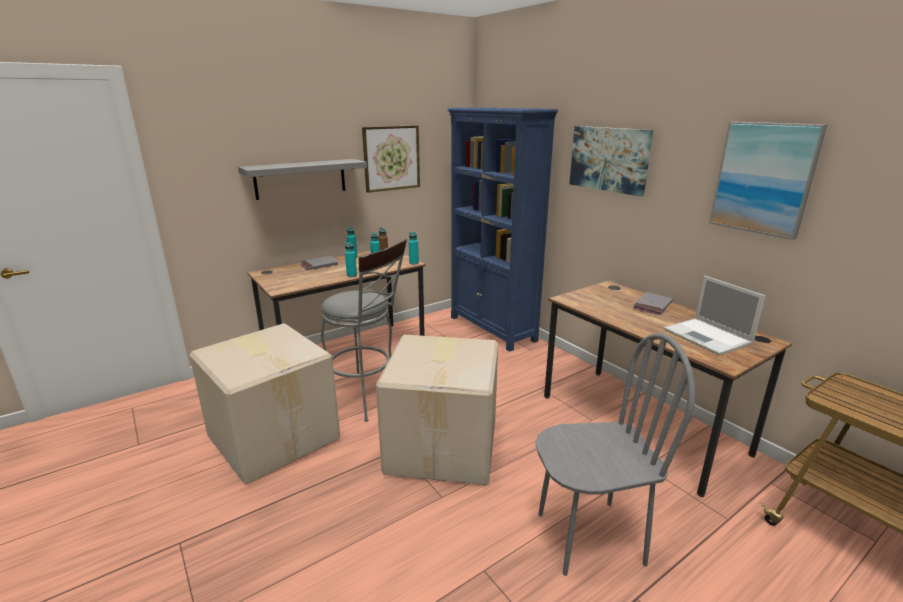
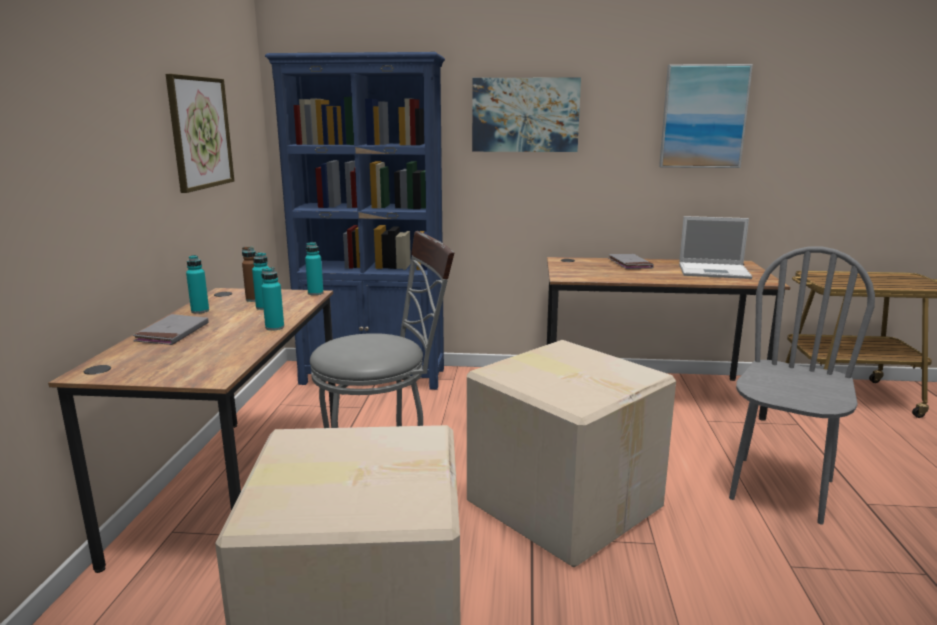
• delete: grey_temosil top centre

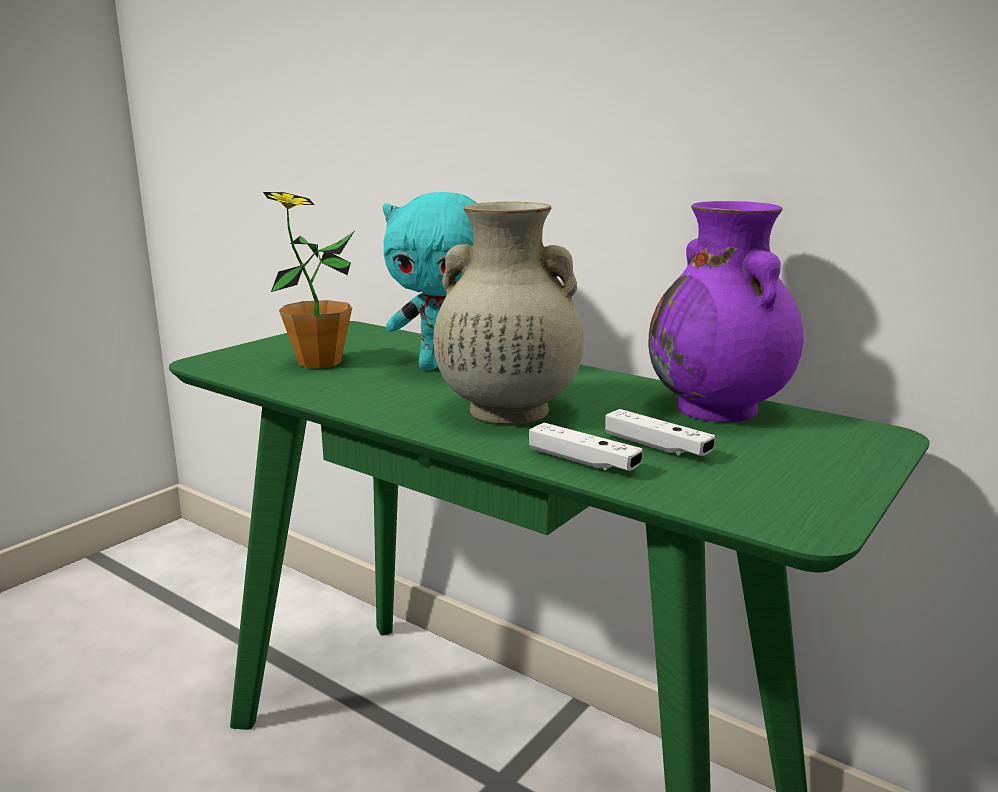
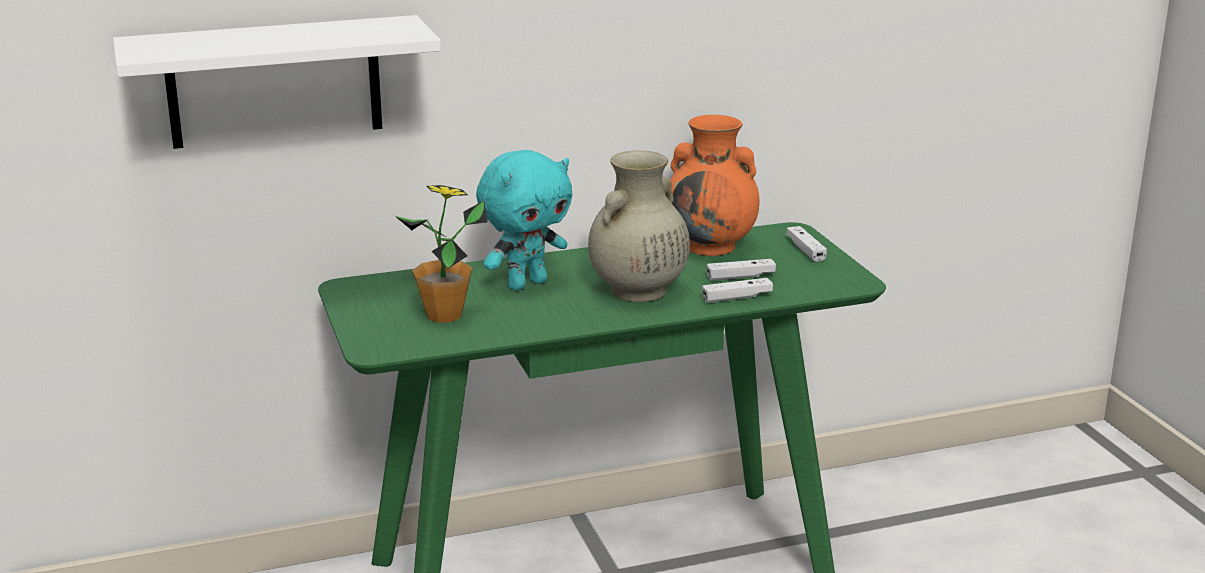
• insert: white_temosil top left
• recolor: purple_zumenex middle right to orange_zumenex top centre
• insert: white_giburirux (3rd from left) middle right

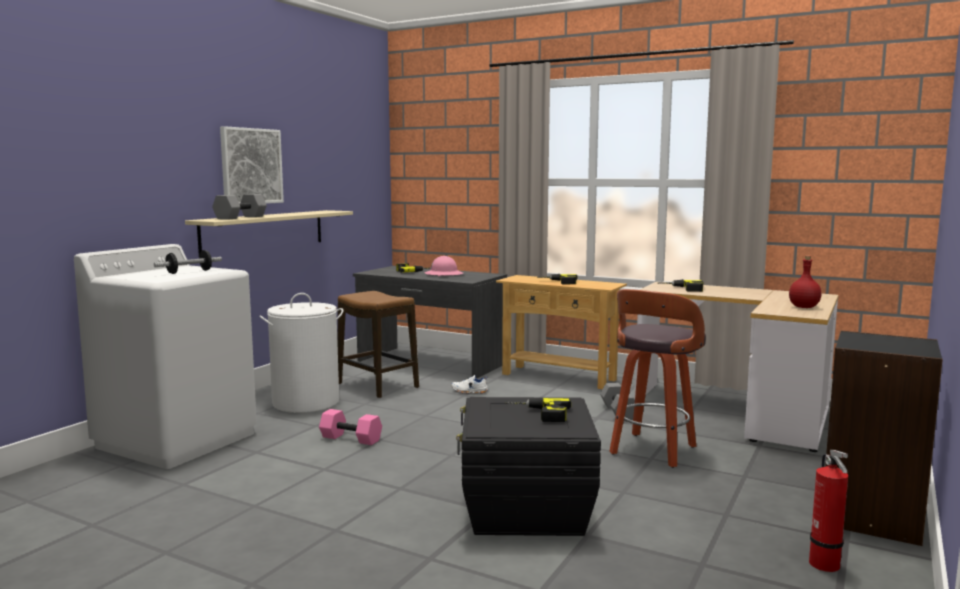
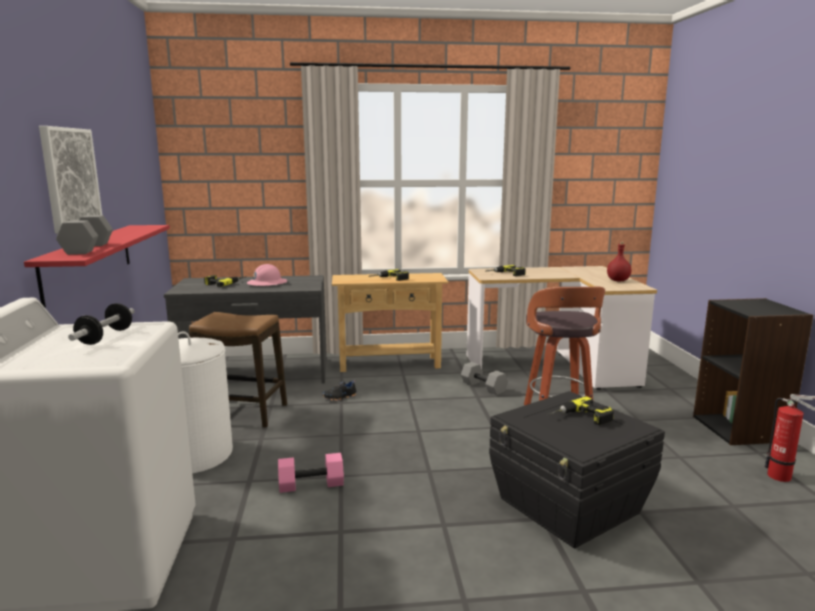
• recolor: beige_temosil middle left to red_temosil middle left
• recolor: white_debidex centre to black_debidex centre

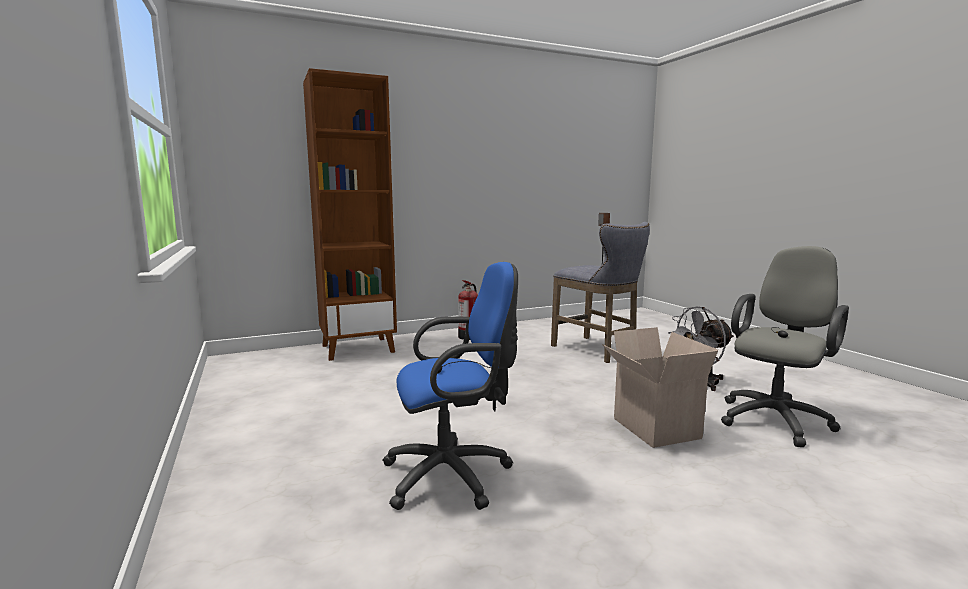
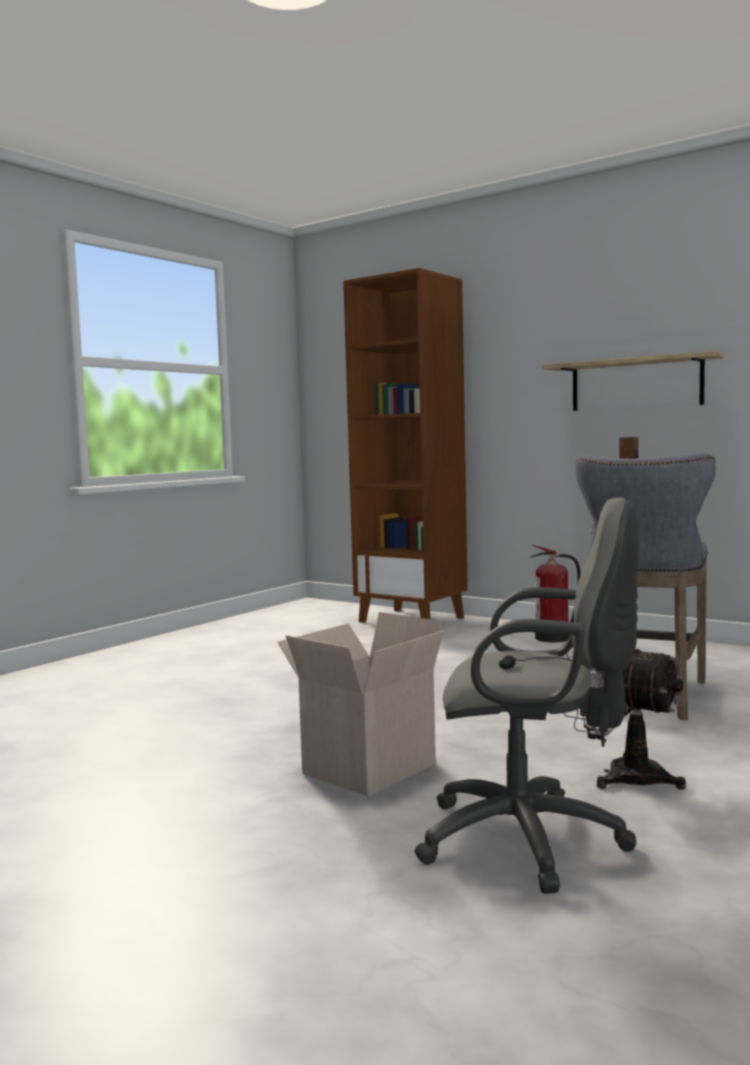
• insert: temosil middle right
• delete: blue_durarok centre

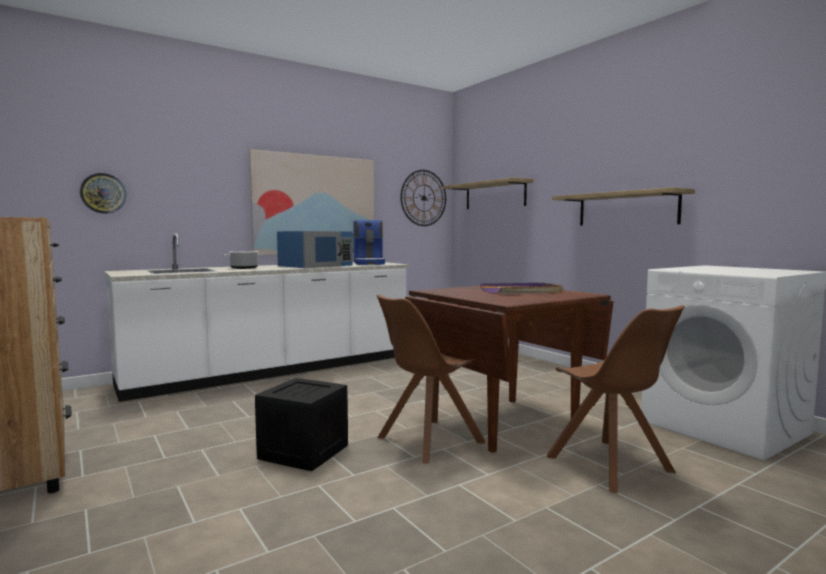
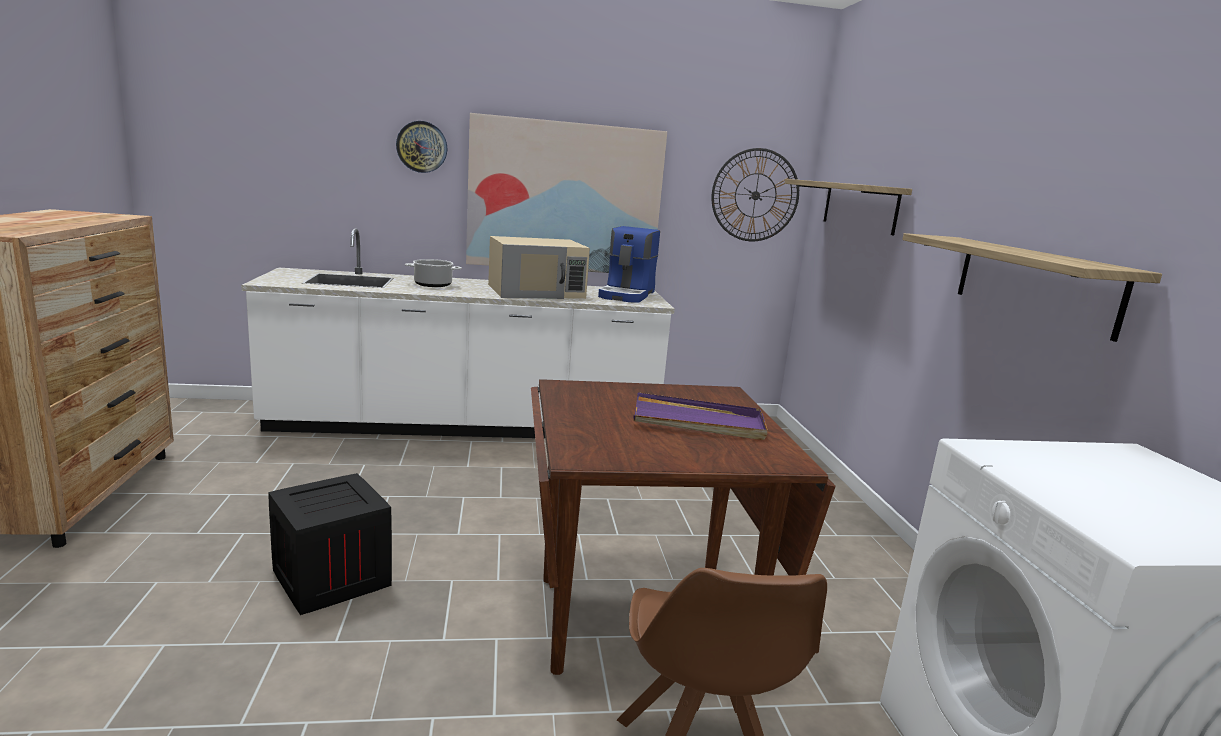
• move: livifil (1st from left) middle left to top centre
• recolor: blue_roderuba centre to beige_roderuba centre
• delete: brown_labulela (1st from left) centre

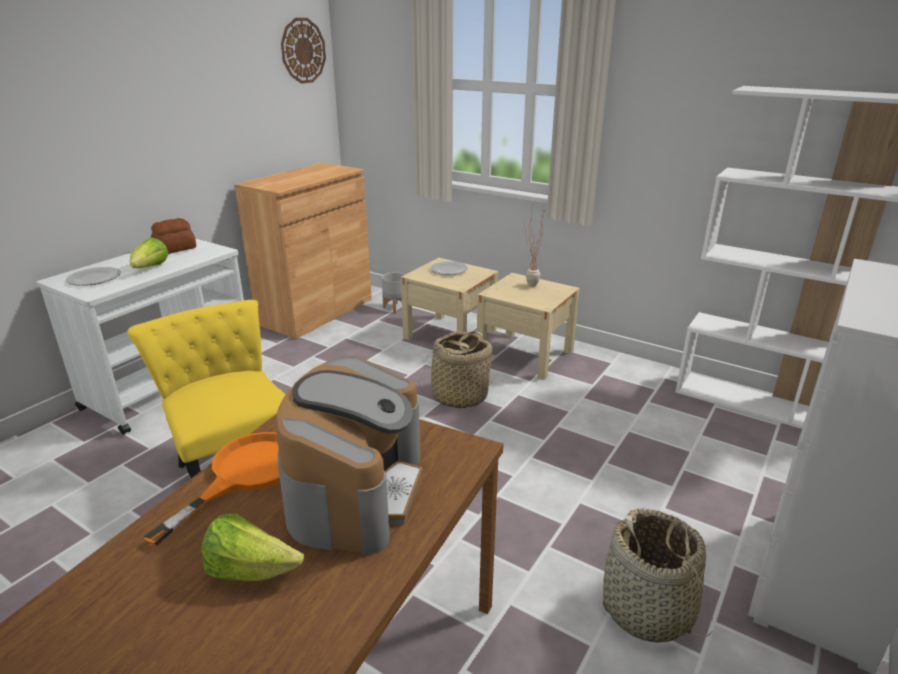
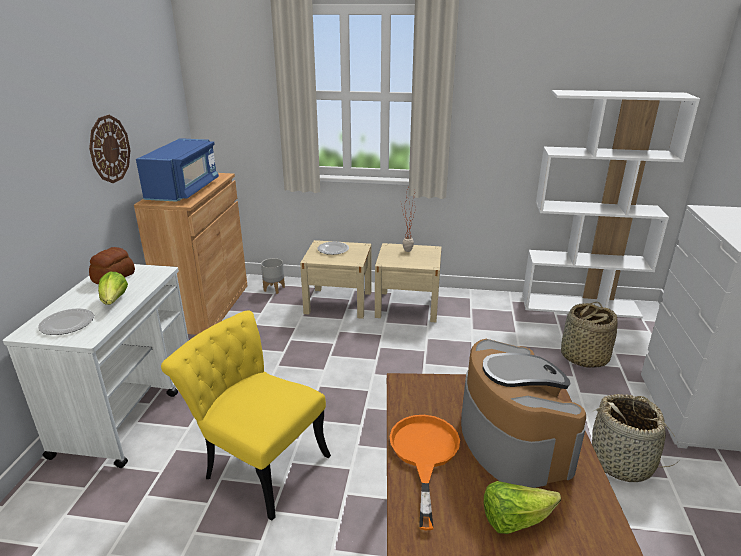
• move: livifil top centre to top left
• insert: blue_roderuba top left
• move: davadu (1st from left) centre to middle right

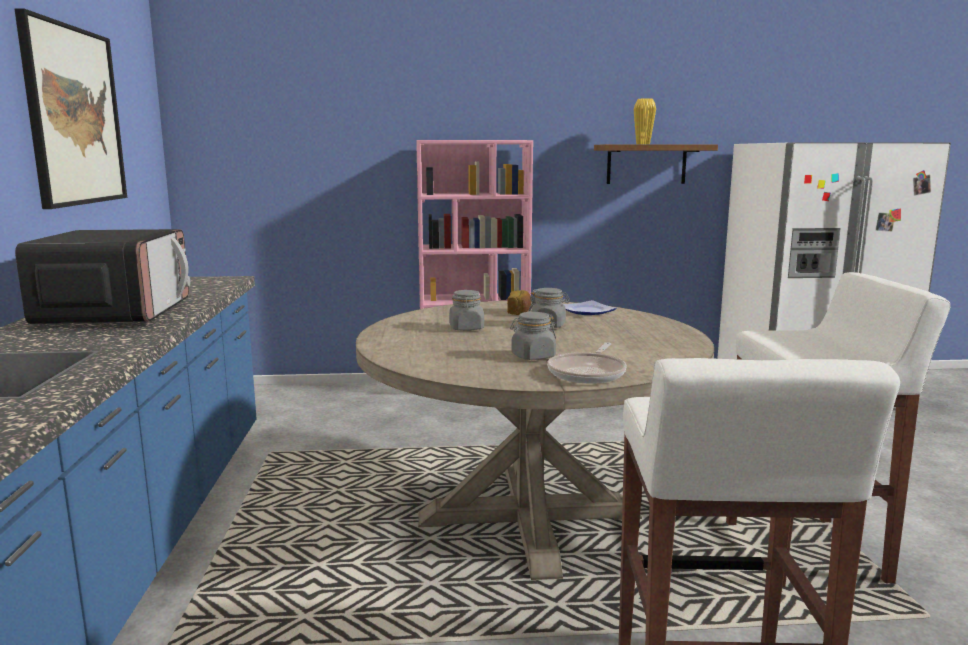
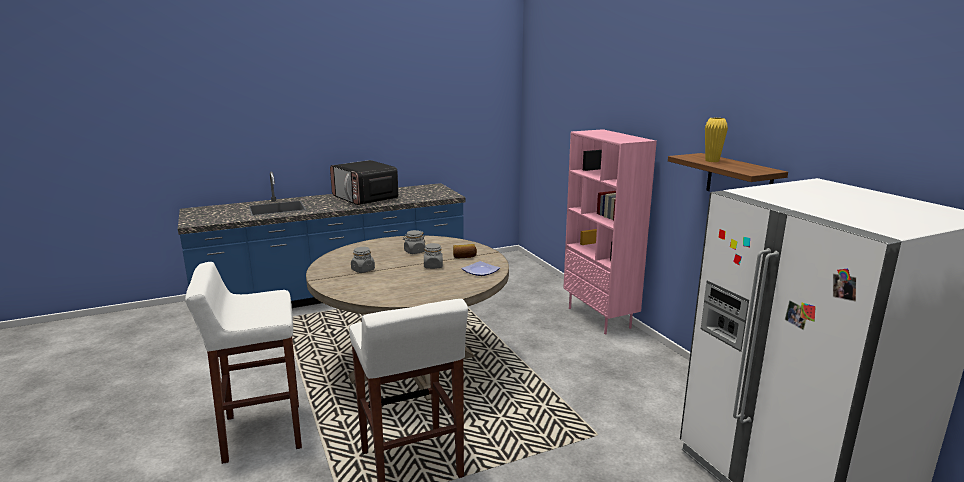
• rotate: roderuba middle left = centre 75 degrees clockwise
• delete: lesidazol top left
• delete: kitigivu centre

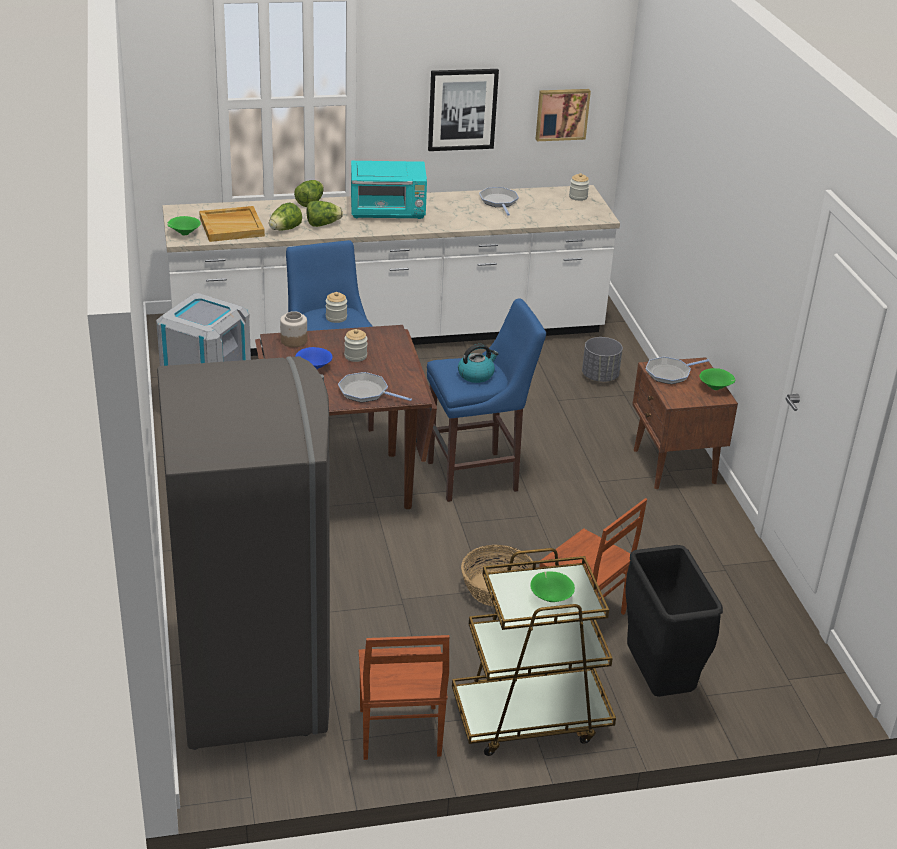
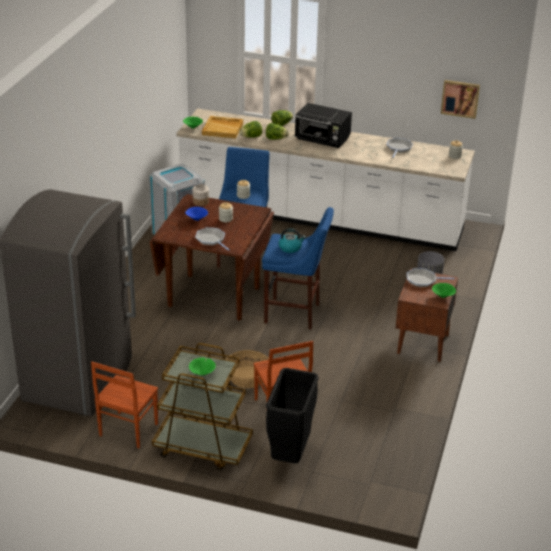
• recolor: turquoise_roderuba top centre to black_roderuba top centre
• delete: lesidazol (1st from left) top centre

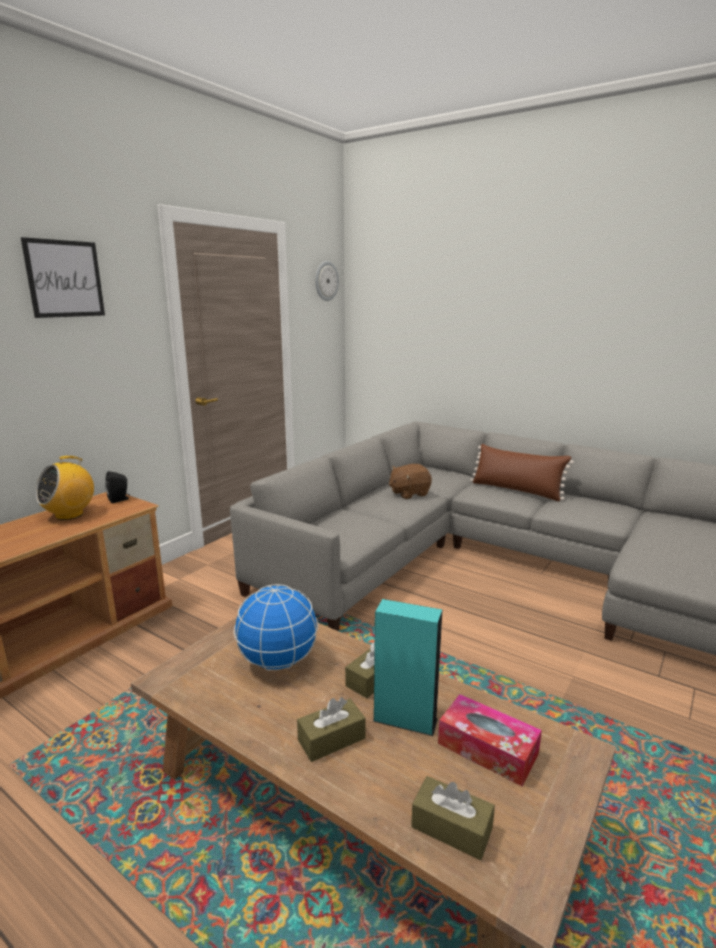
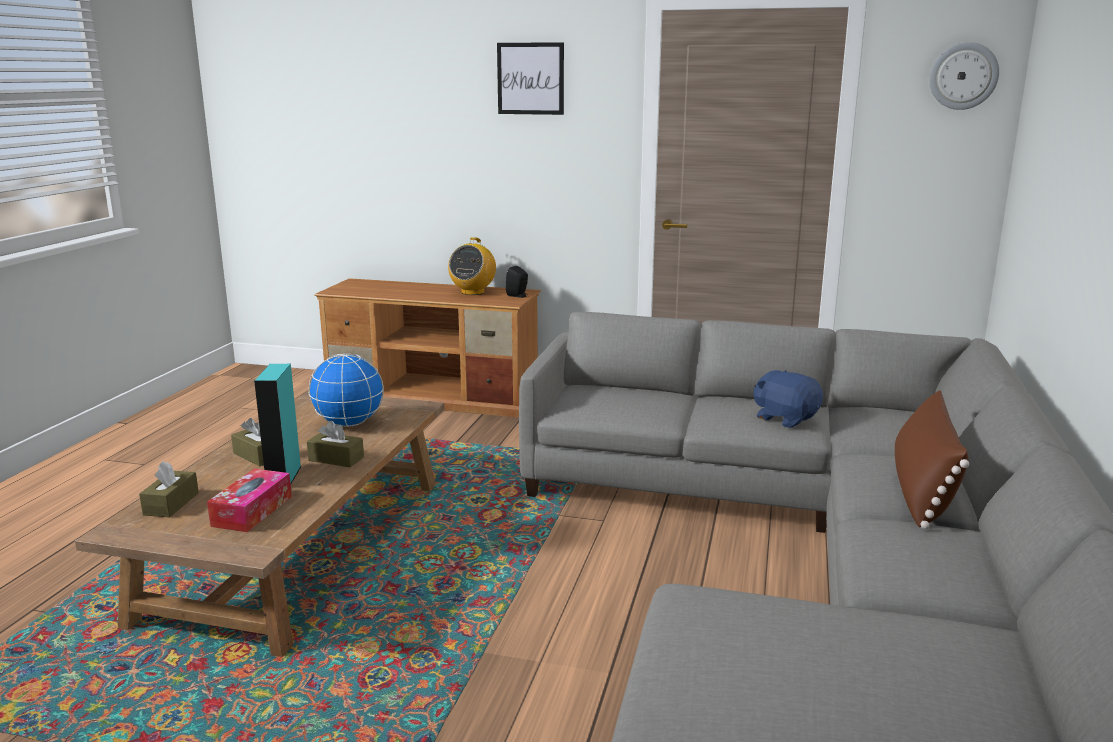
• rotate: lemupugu middle left = centre 90 degrees counterclockwise
• recolor: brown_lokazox centre to blue_lokazox middle right

